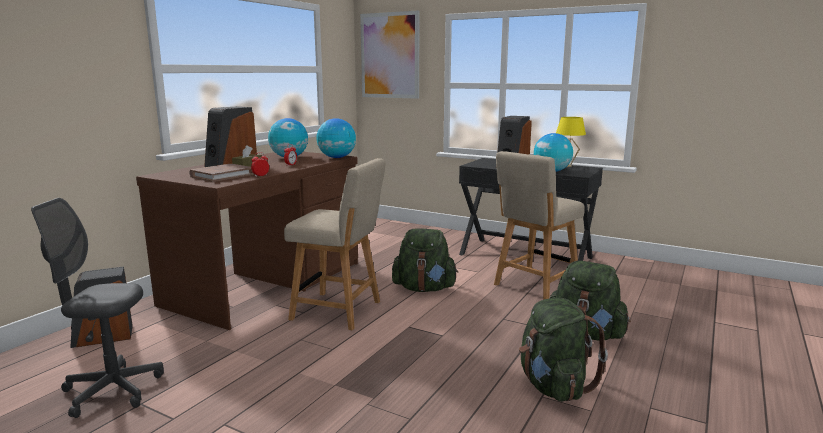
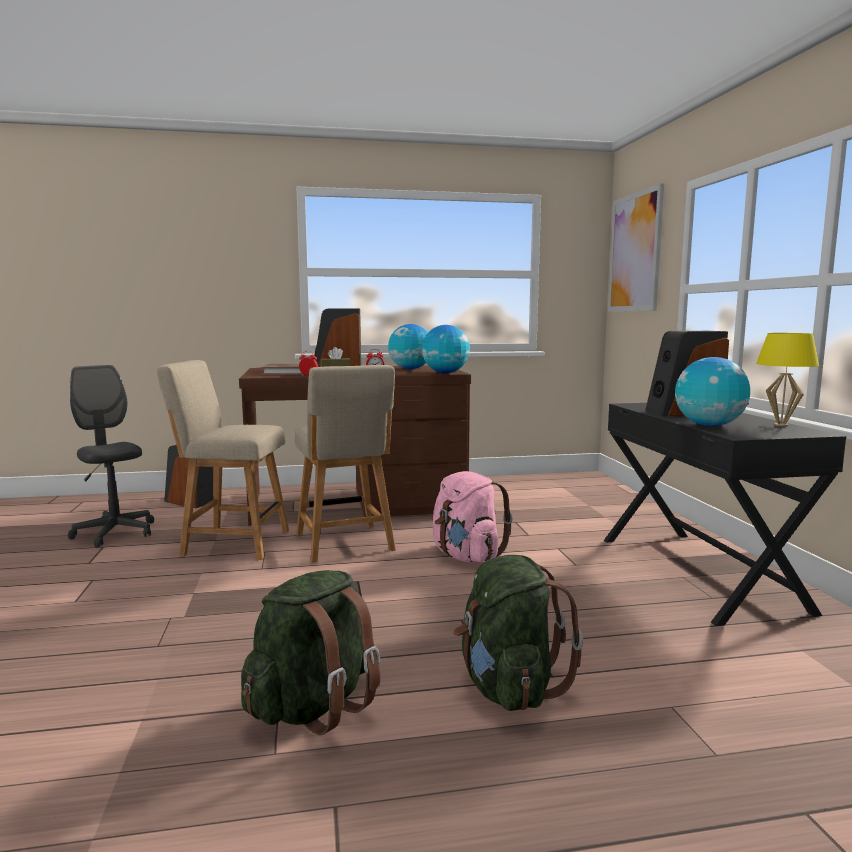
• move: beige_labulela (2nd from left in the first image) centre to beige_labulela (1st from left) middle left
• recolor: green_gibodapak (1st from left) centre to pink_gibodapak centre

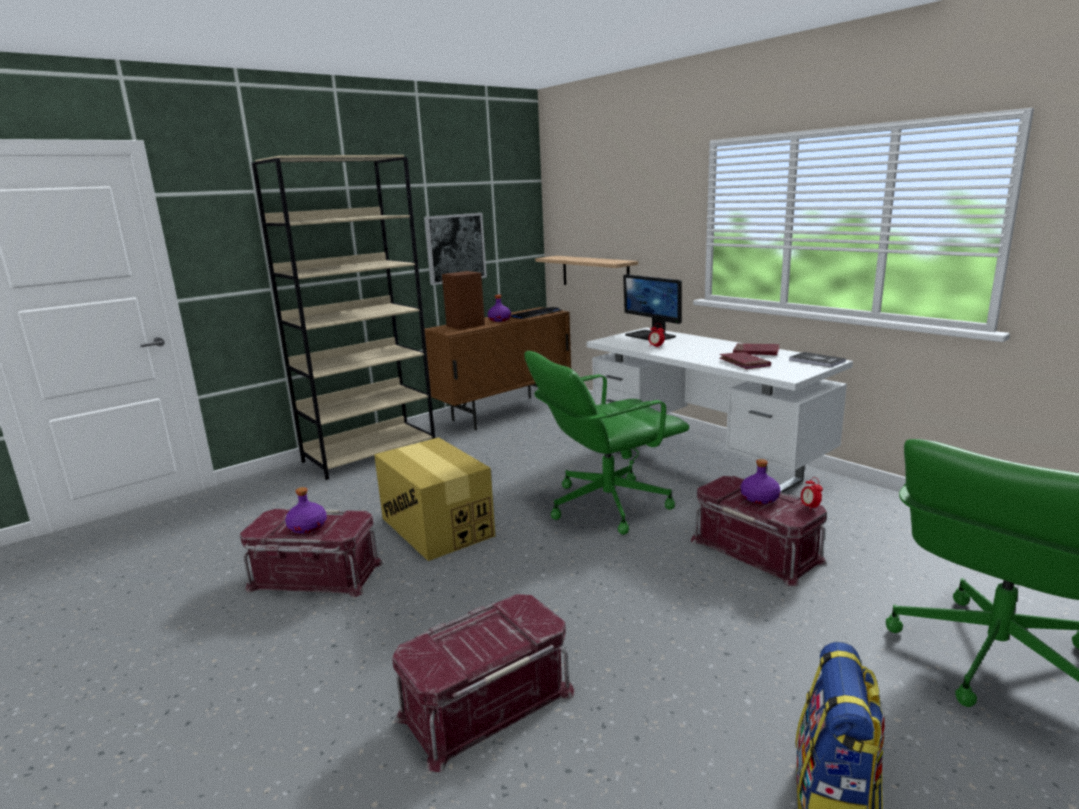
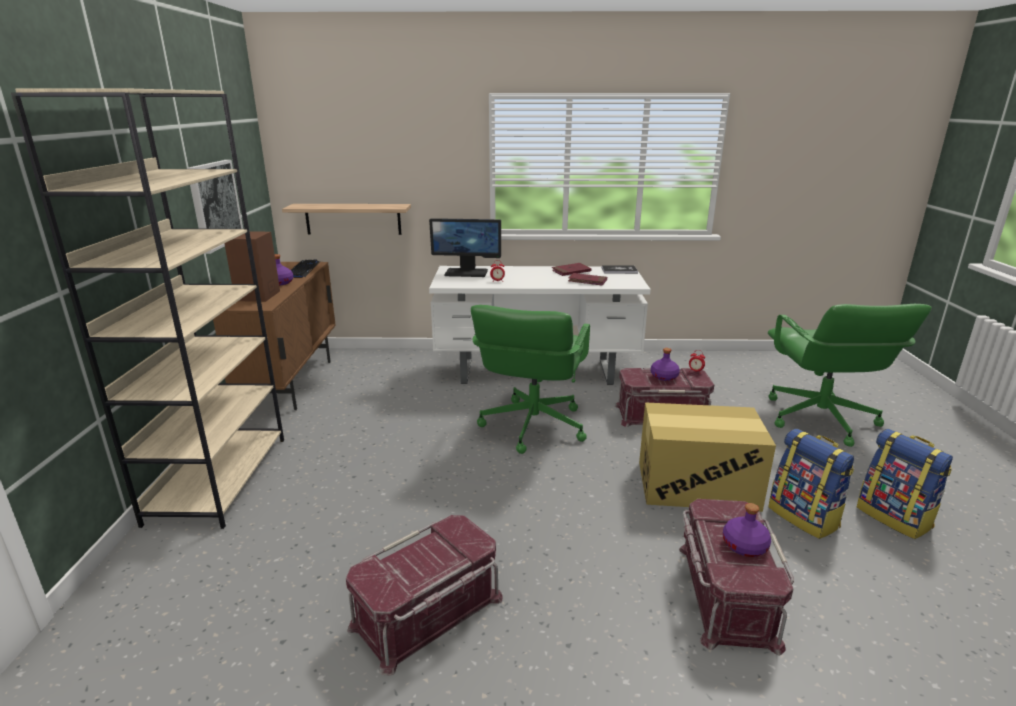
• move: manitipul centre to middle right
• move: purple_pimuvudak (1st from left in the first image) middle left to purple_pimuvudak (3rd from left) bottom right
• insert: gibodapak (1st from left) bottom right

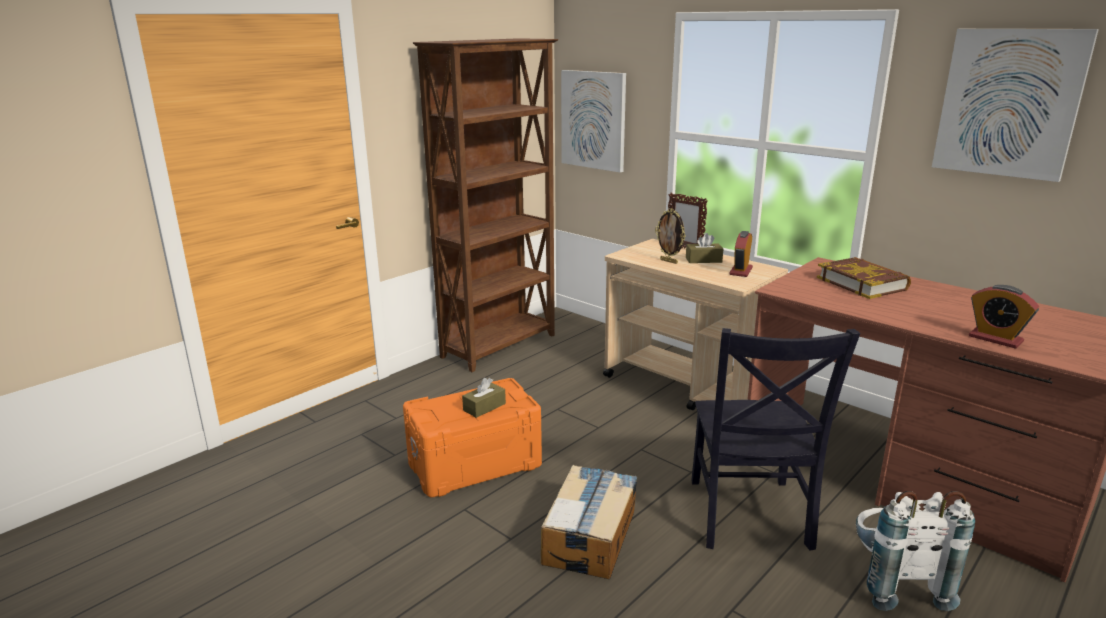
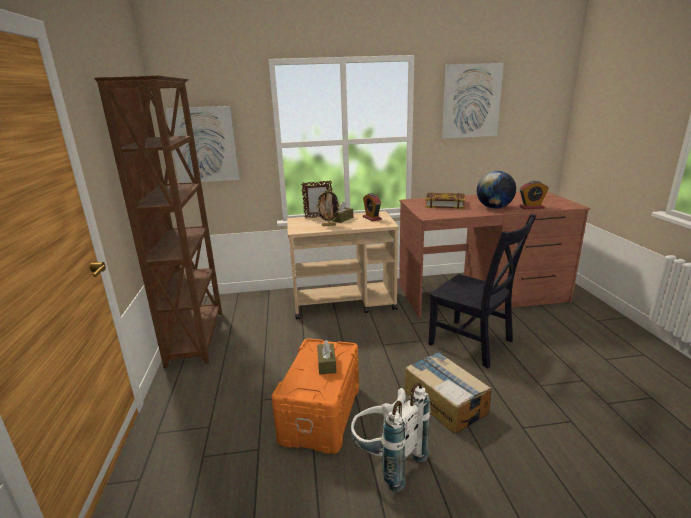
• move: white_gibodapak bottom right to bottom centre
• insert: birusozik middle right

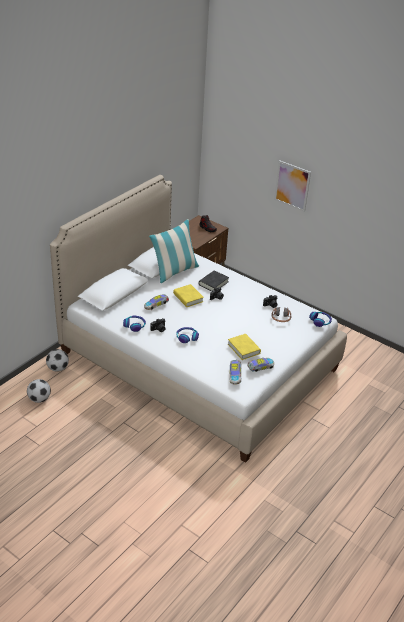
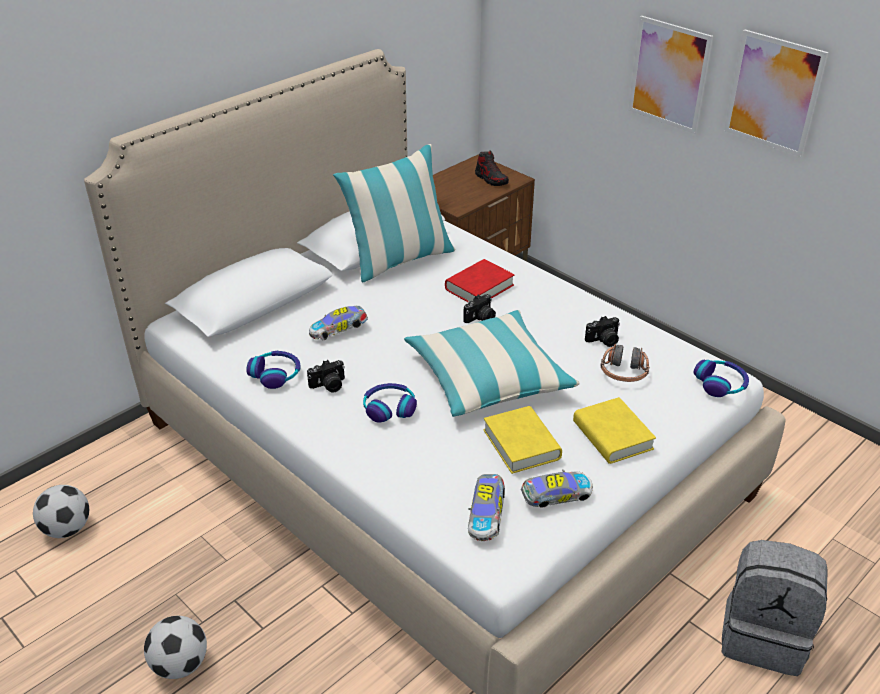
• move: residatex (2nd from left) middle left to bottom left
• insert: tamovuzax (2nd from left) centre
• recolor: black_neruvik centre to red_neruvik centre
• move: yellow_neruvik (1st from left in the first image) centre to yellow_neruvik (2nd from left) middle right
• insert: grey_gibodapak bottom right
• insert: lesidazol (2nd from left) top right

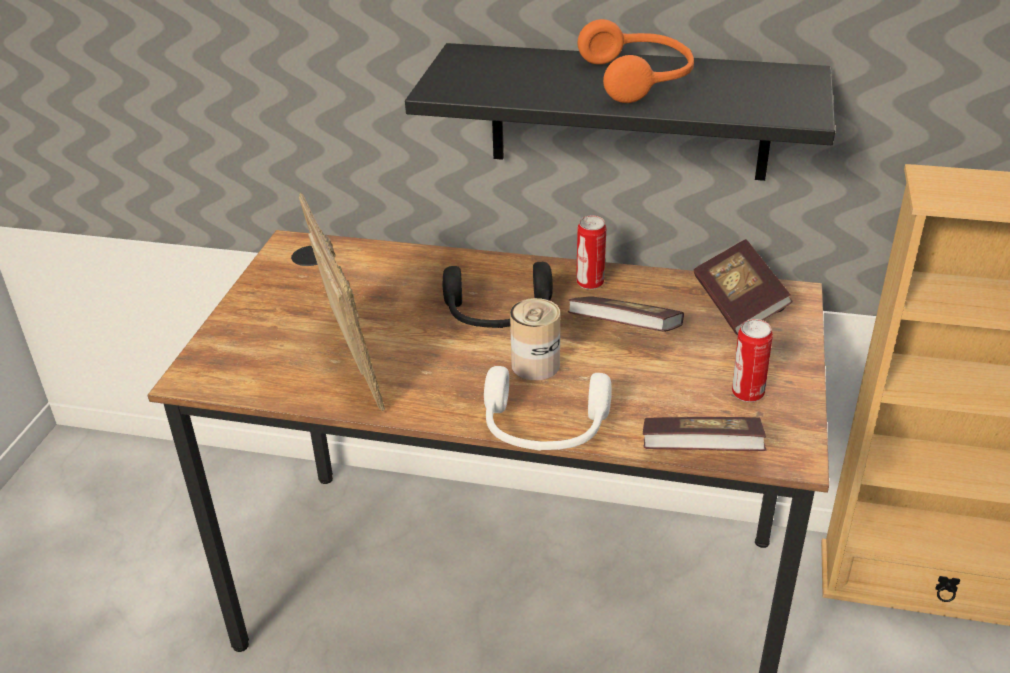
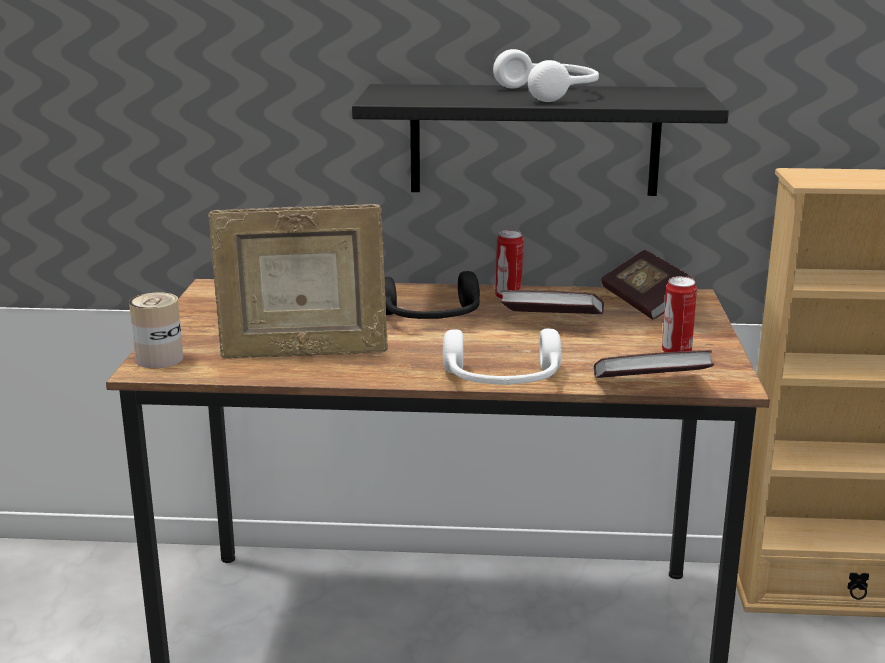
• move: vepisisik (1st from left) centre to middle left
• rotate: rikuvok centre = centre 120 degrees clockwise
• recolor: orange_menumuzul top centre to white_menumuzul (2nd from left) top centre

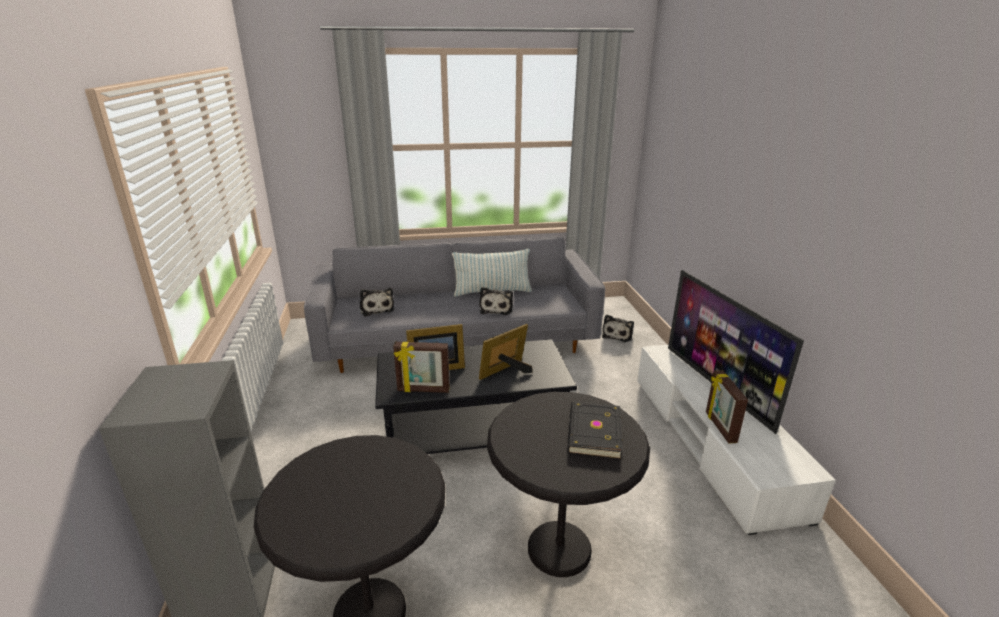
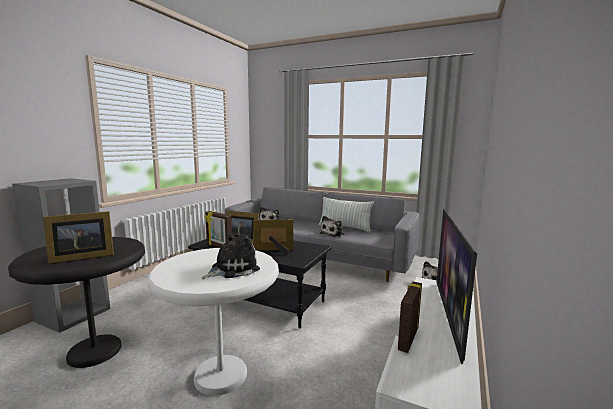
• insert: rikuvok (1st from left) middle left
• recolor: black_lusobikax (2nd from left) bottom centre to white_lusobikax bottom centre
• replace: black_neruvik bottom centre to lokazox (1st from left) centre

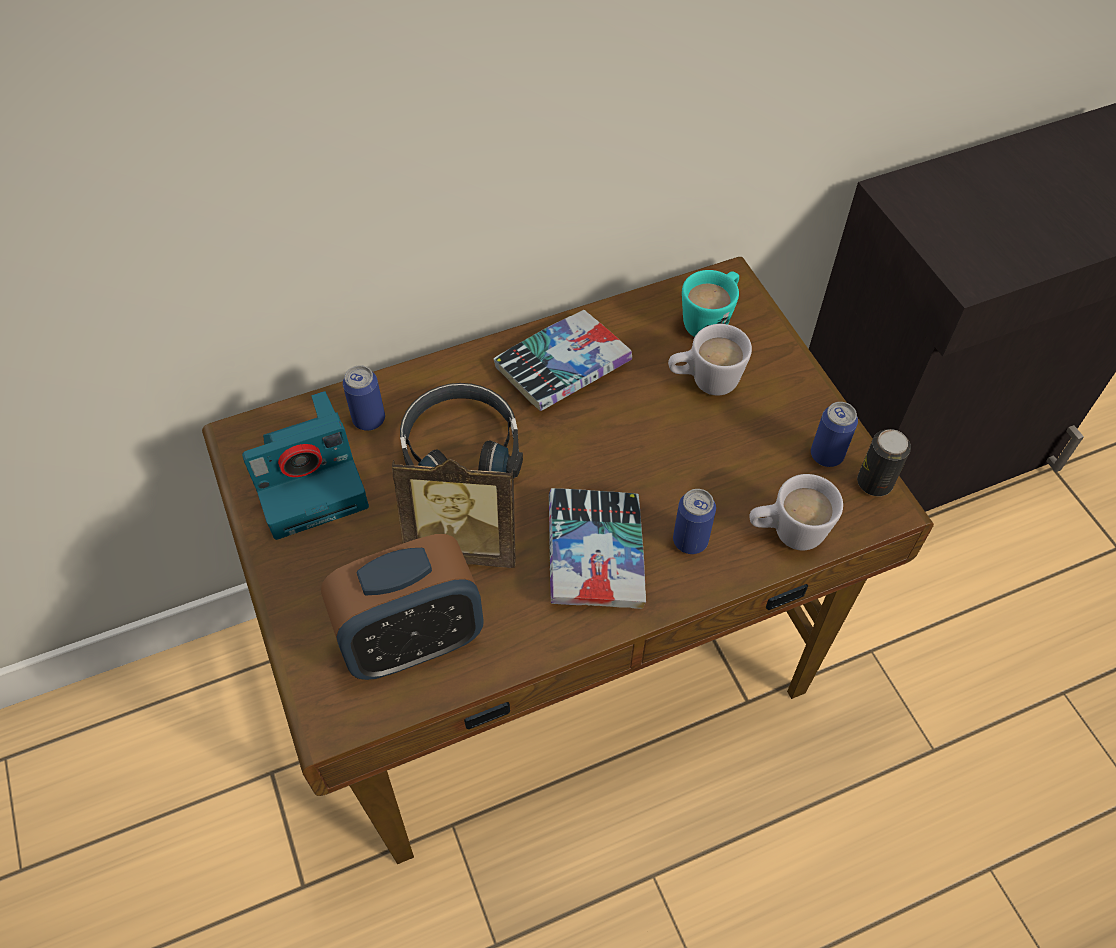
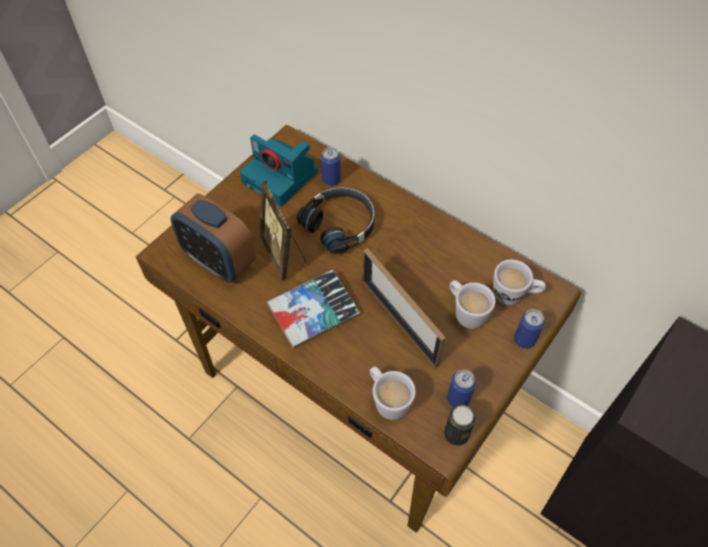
• insert: rikuvok (2nd from left) centre
• recolor: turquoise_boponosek top centre to white_boponosek (3rd from left) middle right
• move: vepisisik (2nd from left in the first image) centre to vepisisik (4th from left) middle right
• delete: neruvik (1st from left) centre

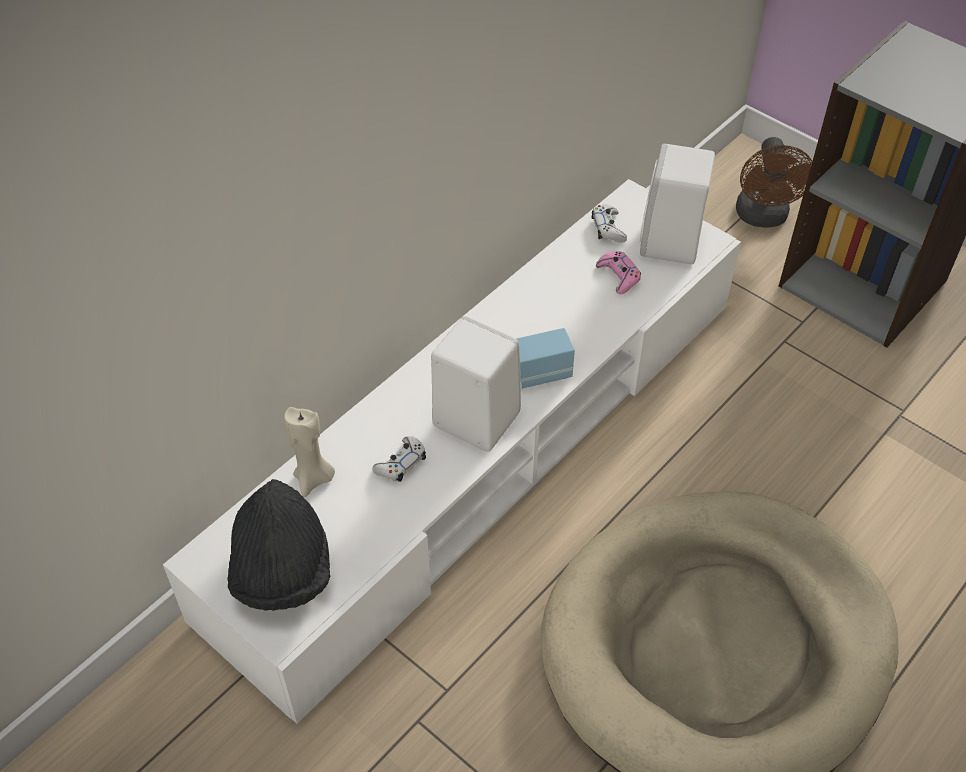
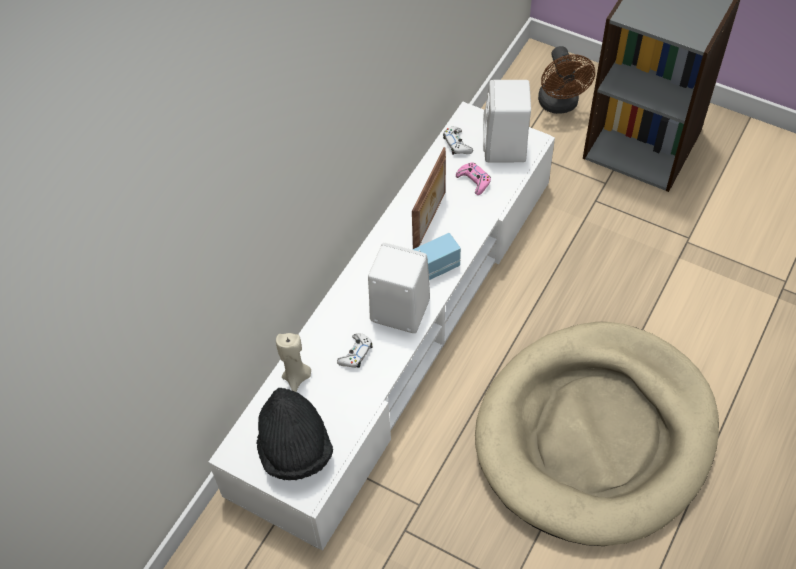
• insert: rikuvok centre

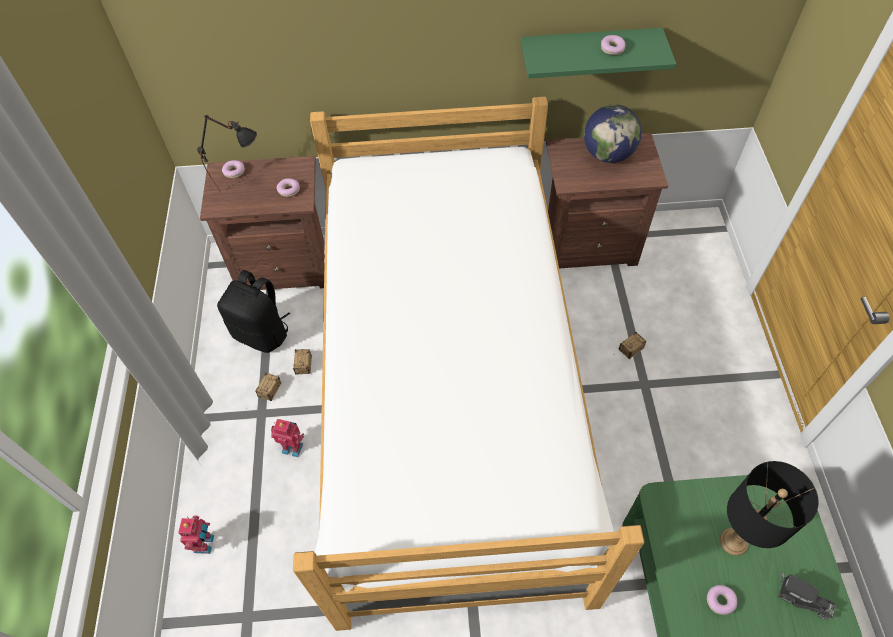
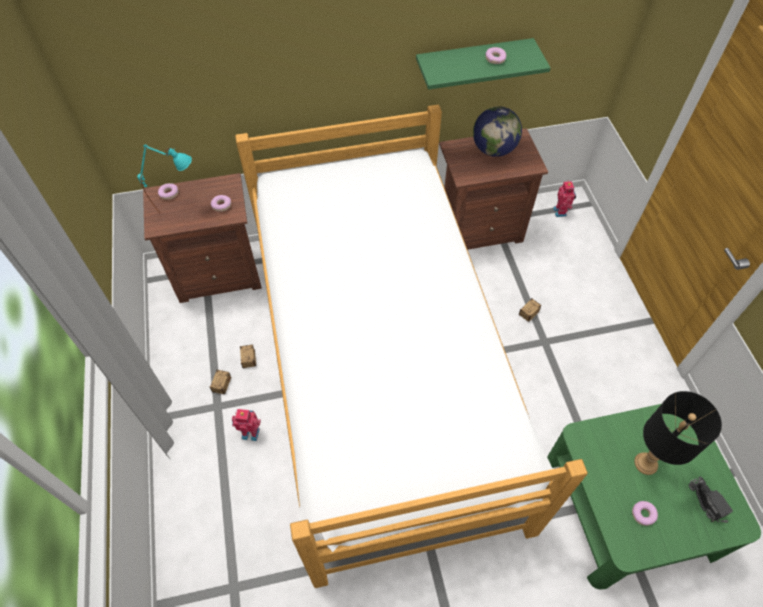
• recolor: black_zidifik (1st from left) top left to turquoise_zidifik top left
• move: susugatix (1st from left in the first image) bottom left to susugatix (2nd from left) top right
• rotate: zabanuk bottom right = bottom right 135 degrees counterclockwise
• delete: black_gibodapak middle left

